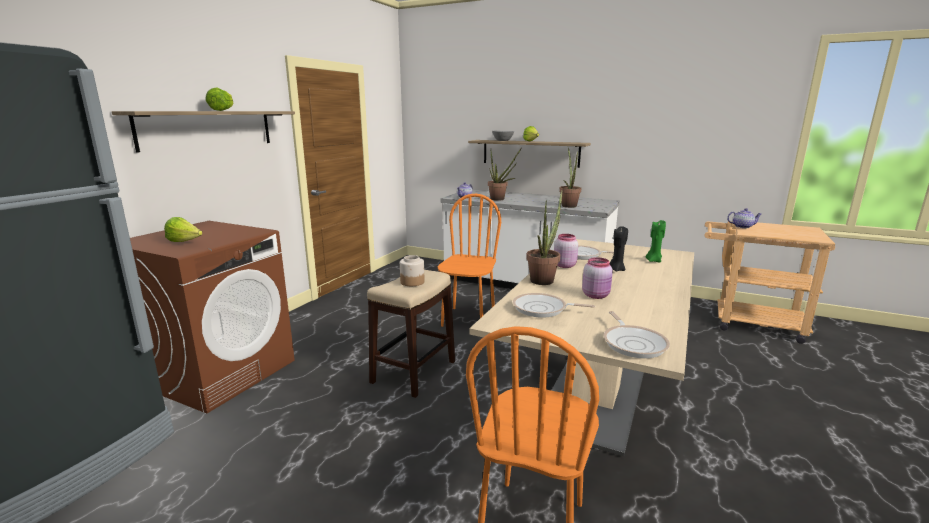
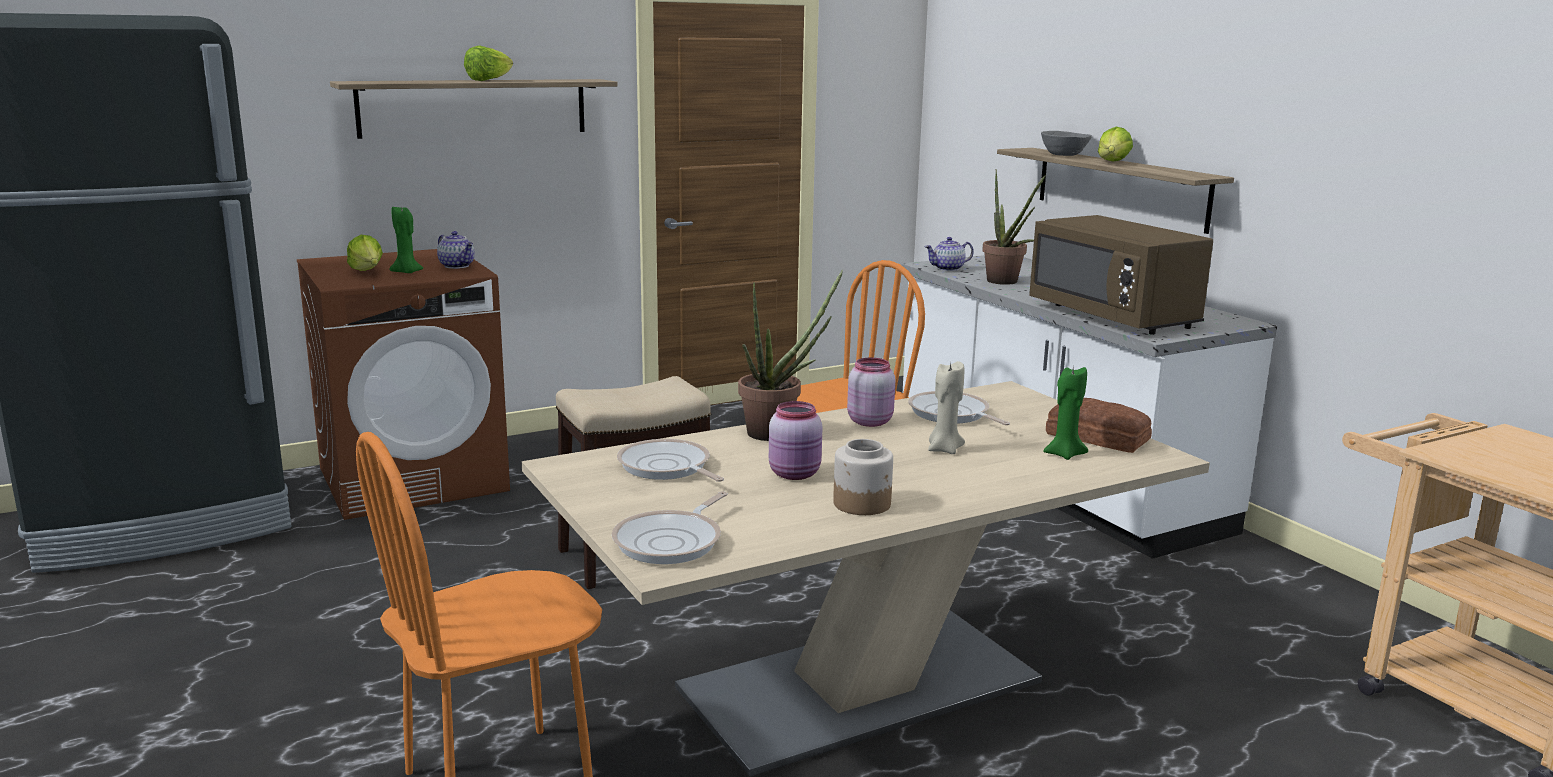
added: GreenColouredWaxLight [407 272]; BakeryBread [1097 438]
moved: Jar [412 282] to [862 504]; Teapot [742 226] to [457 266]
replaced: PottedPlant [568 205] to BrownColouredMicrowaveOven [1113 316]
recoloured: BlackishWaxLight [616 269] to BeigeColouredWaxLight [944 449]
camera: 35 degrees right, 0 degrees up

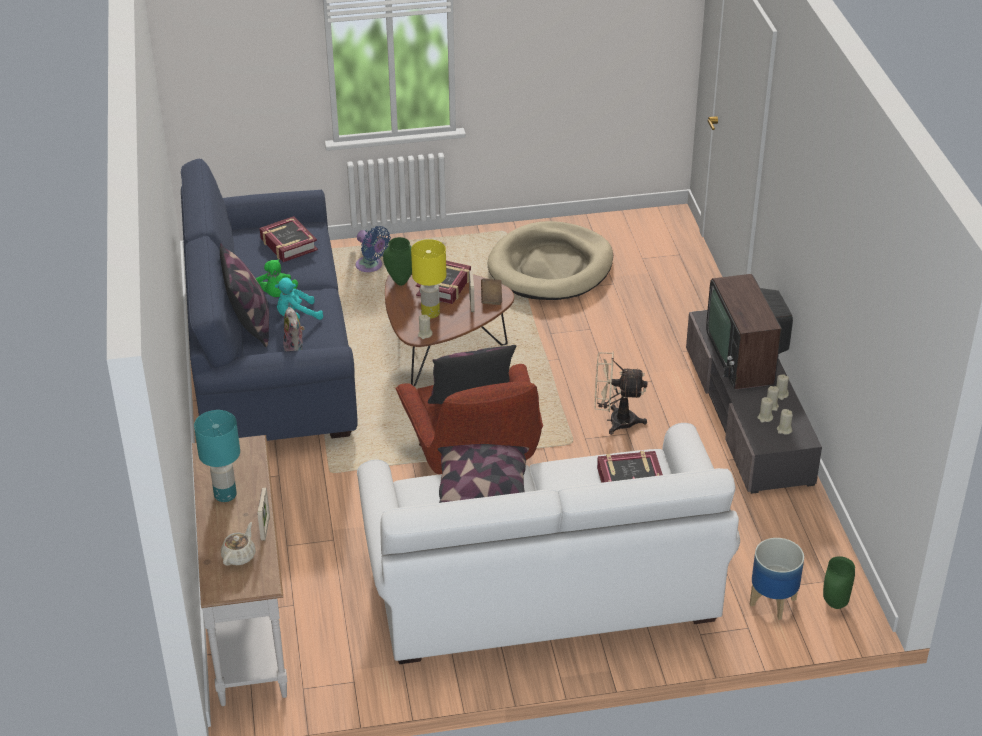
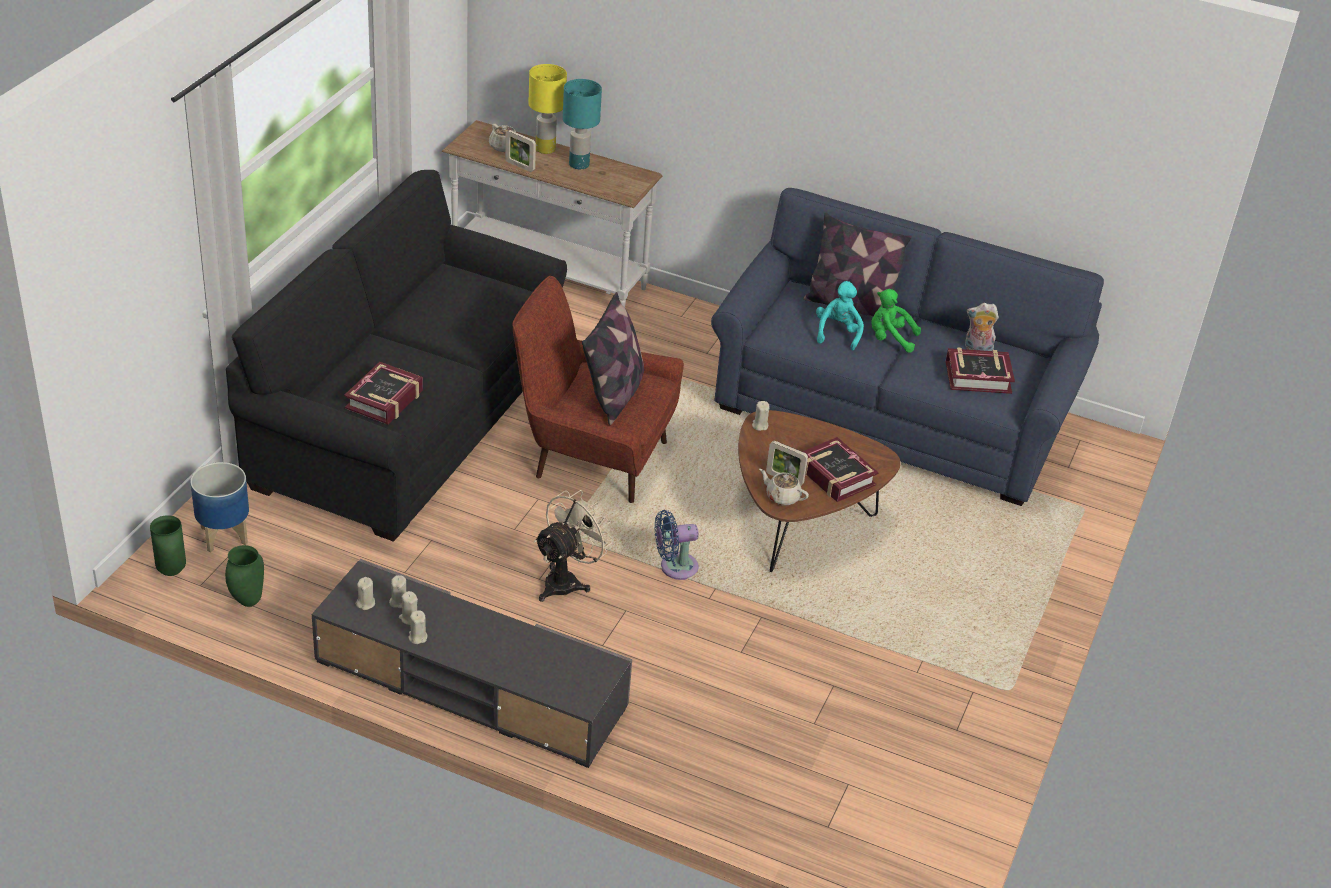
removed: Cushion [483 492]; BeigeColouredDogBed [551 267]; Tv [745 355]
moved: PlushToy [295 349] to [977 349]; BlueColouredCoolingFan [371 266] to [674 567]; GreenColouredDecorativeVase [401 281] to [248 602]; YellowColouredTabletopLamp [431 313] to [545 149]
replaced: BrownColouredBoundBook [491 298] to BeigeColouredTeapot [782 497]
recoloured: WhiteColouredSofa [542 586] to BlackishSofa [408 422]
camera: 120 degrees right, 0 degrees up

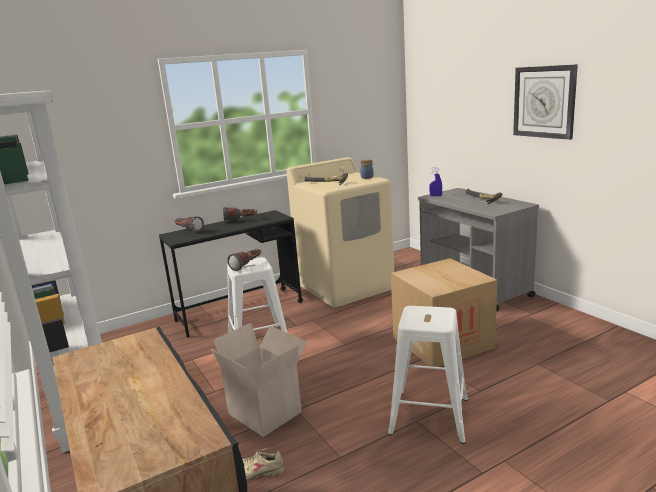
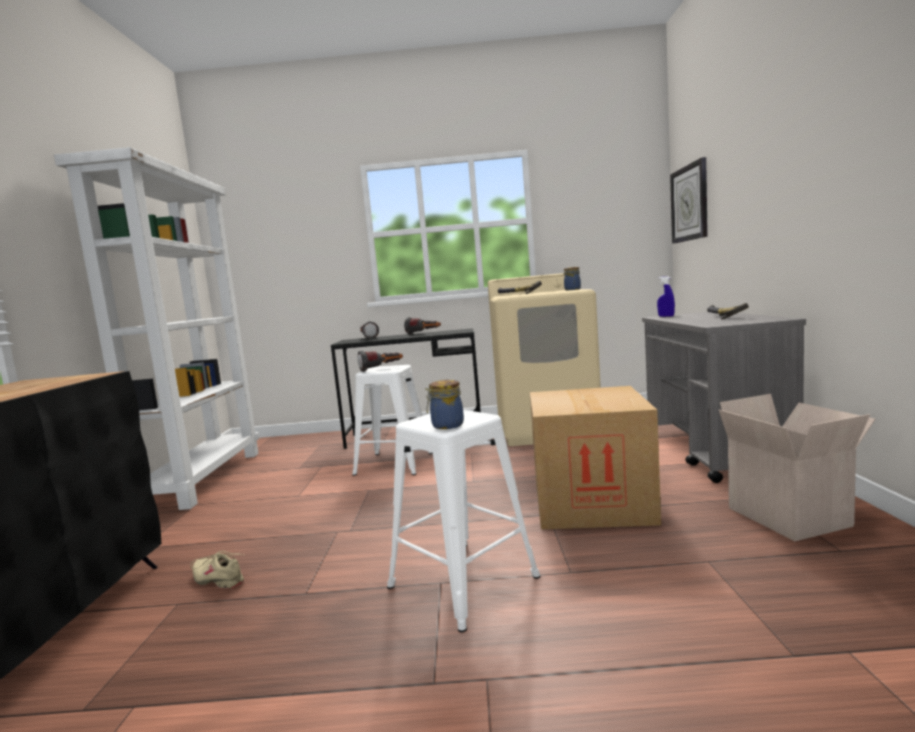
added: Jar [446 425]
moved: Carton [267 412] to [791 516]; WallClock [544 102] to [690 203]
camera: 30 degrees right, 10 degrees down

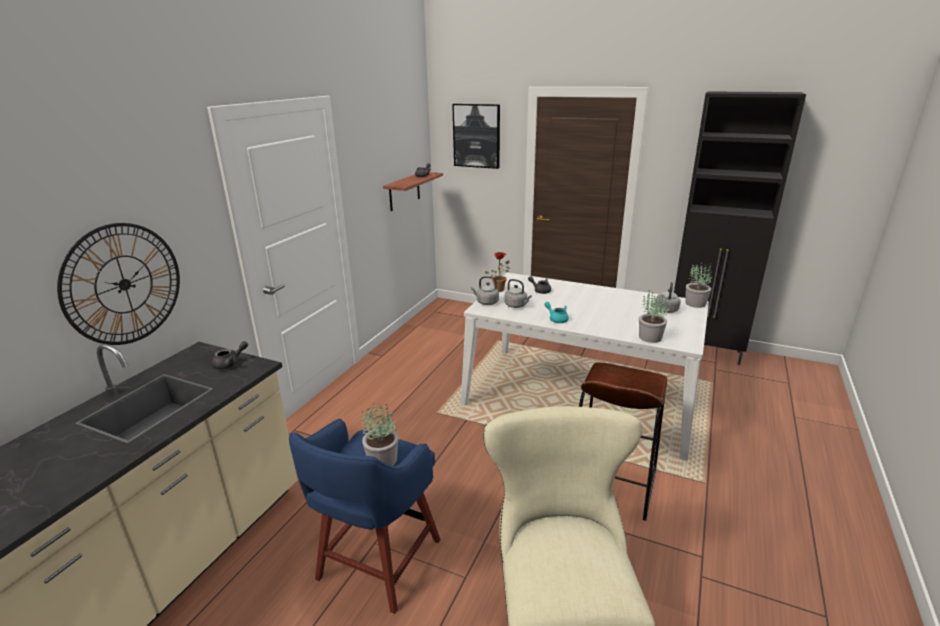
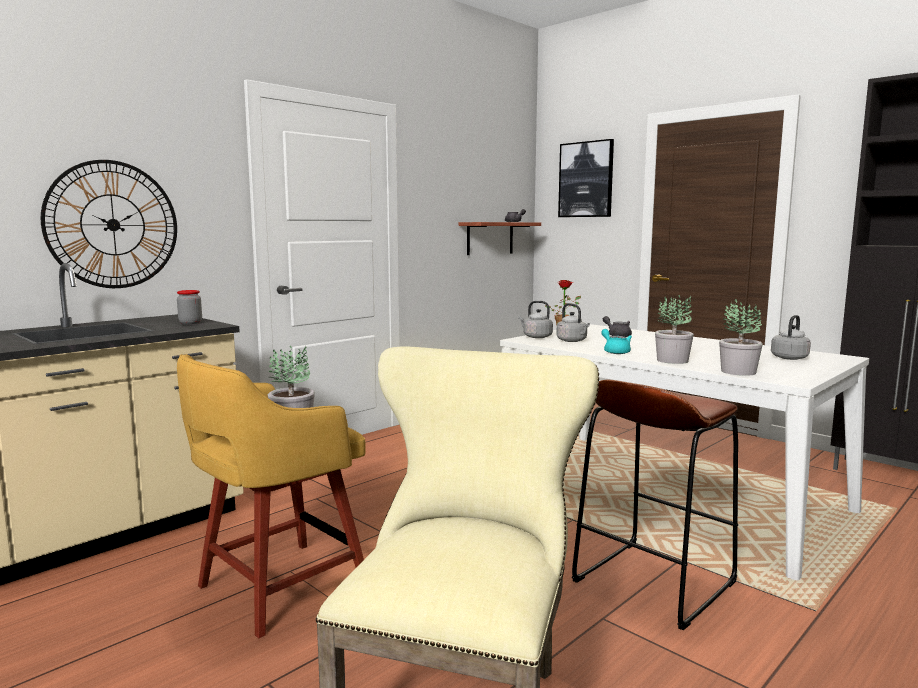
moved: PottedPlant [695 303] to [673 360]
replaced: GrayTeapot [230 364] to Jar [190 323]
recoloured: BlueColouredStoolSeat [377 562] to YellowColouredStoolSeat [278 588]
camera: 20 degrees right, 15 degrees down

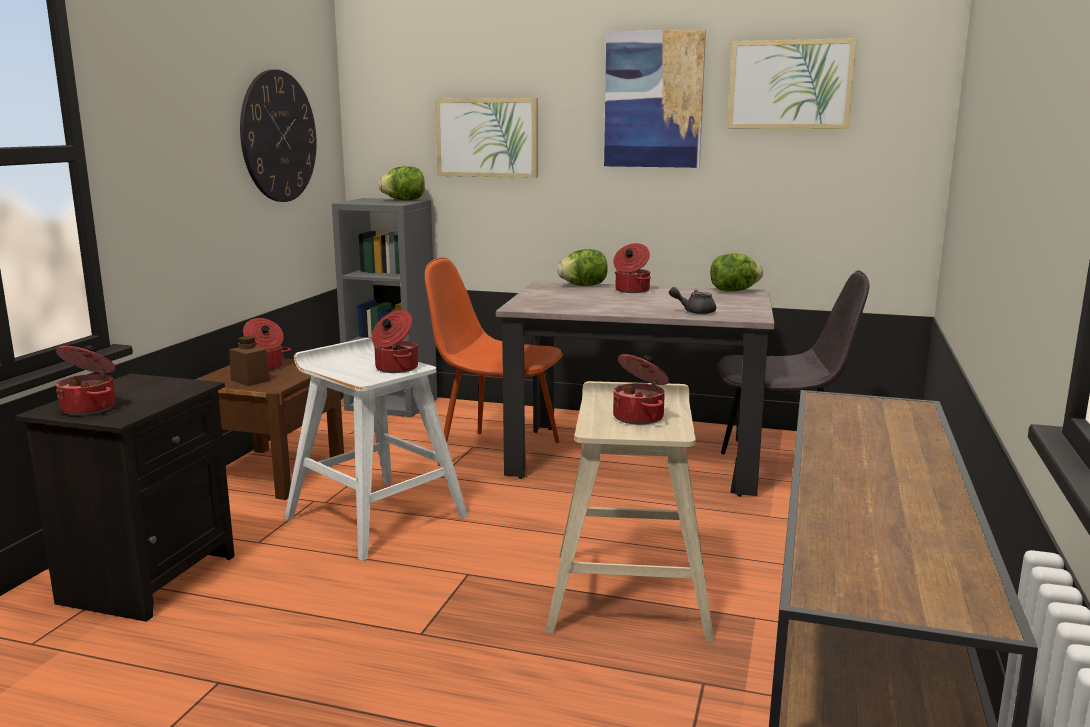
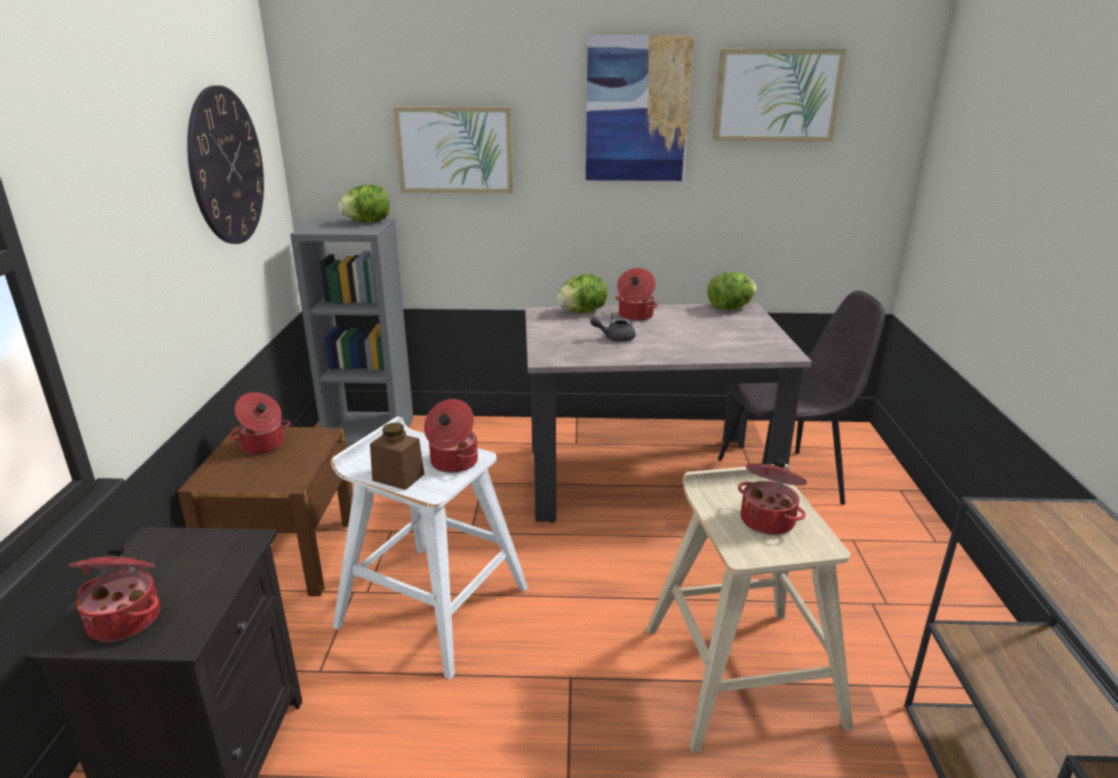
removed: OrangeyPlainChair [496 453]
moved: BrownColouredJar [250 380] to [398 477]; GrayTeapot [694 311] to [614 338]
camera: 15 degrees left, 10 degrees up

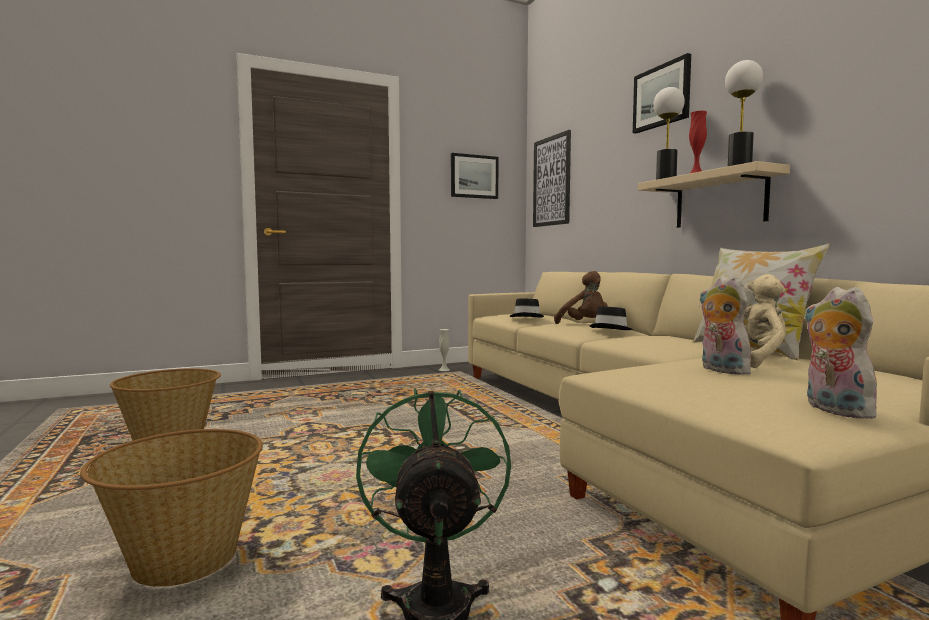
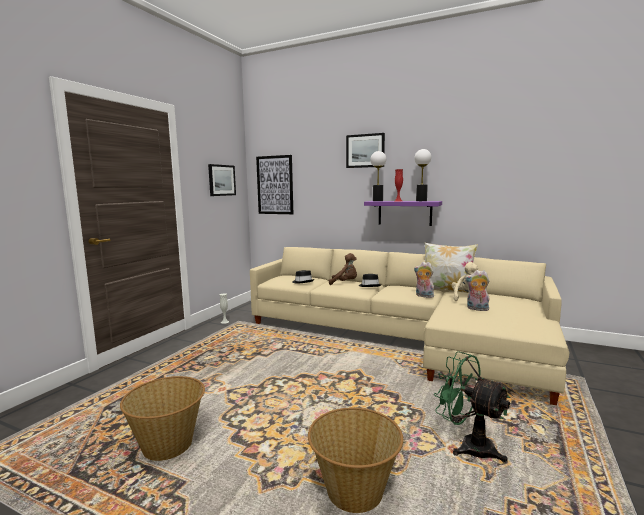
moved: PlushToy [833 410] to [423 296]
recoloured: BeigeColouredShelf [720 200] to PurpleColouredShelf [404 213]
camera: 40 degrees left, 5 degrees up

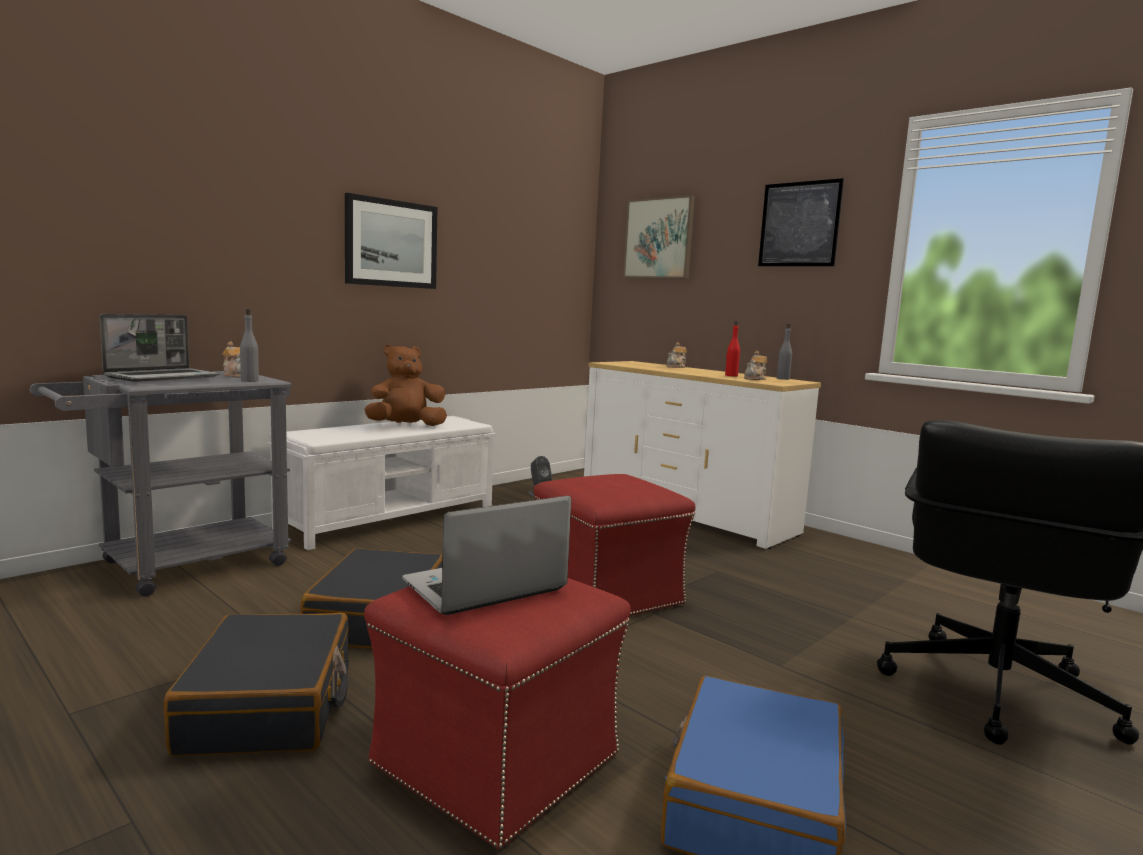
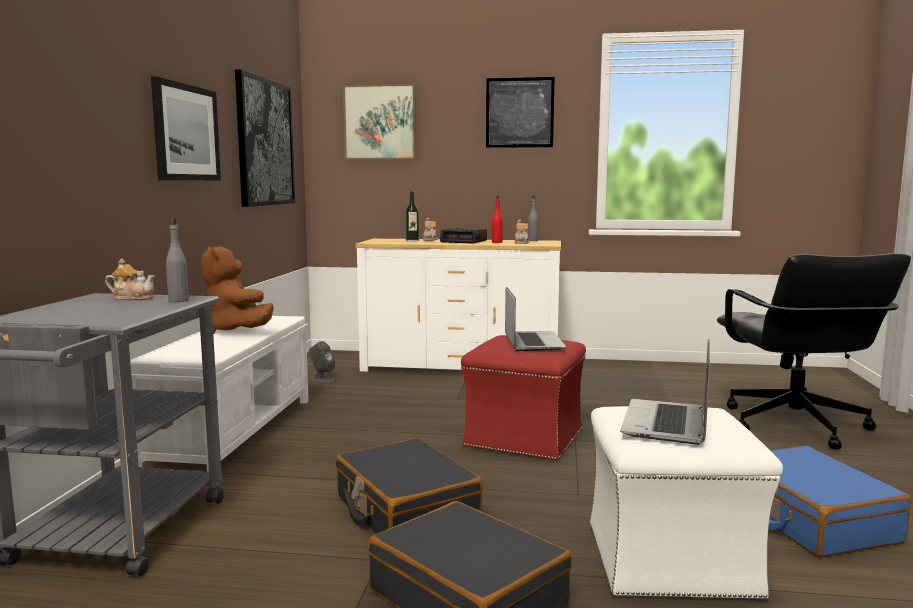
added: WallPicture [265 142]; BeverageBottle [412 240]; BedsideClock [464 241]
moved: PortableComputer [163 377] to [532 342]
recoloured: RedColouredOttoman [494 761] to WhiteColouredOttoman [670 560]
turned: BrownColouredPlushToy [406 426] = [237 331] 60 degrees counterclockwise
camera: 35 degrees left, 0 degrees up

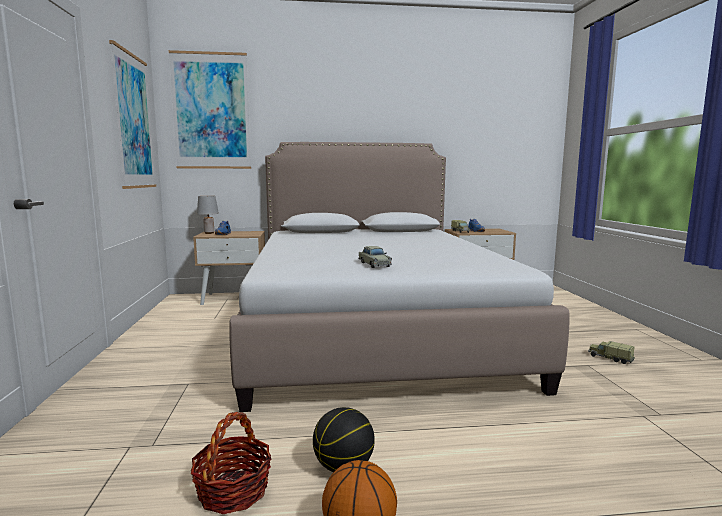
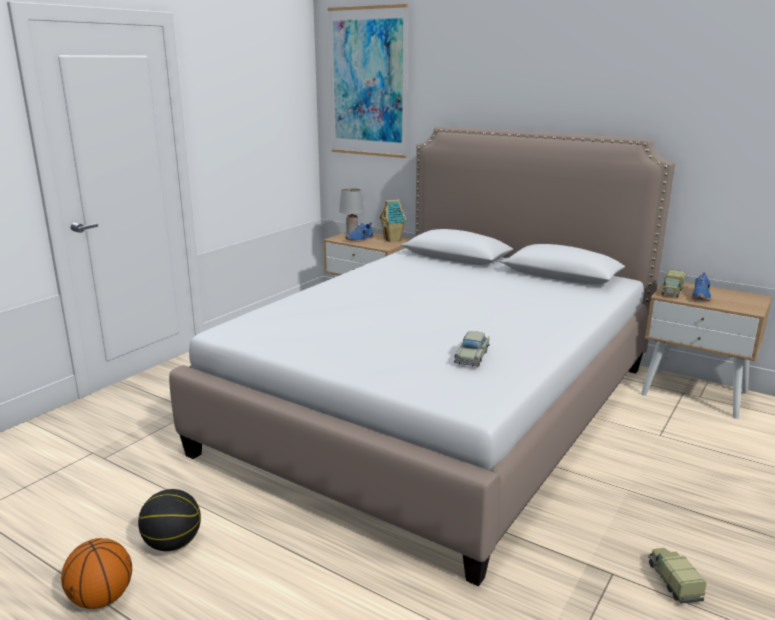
removed: WallPicture [133 122]; HouseholdBasket [233 491]
added: ModelHouse [393 239]
moved: BeigeColouredMiniatureCar [374 264] to [472 357]
camera: 40 degrees right, 10 degrees up

